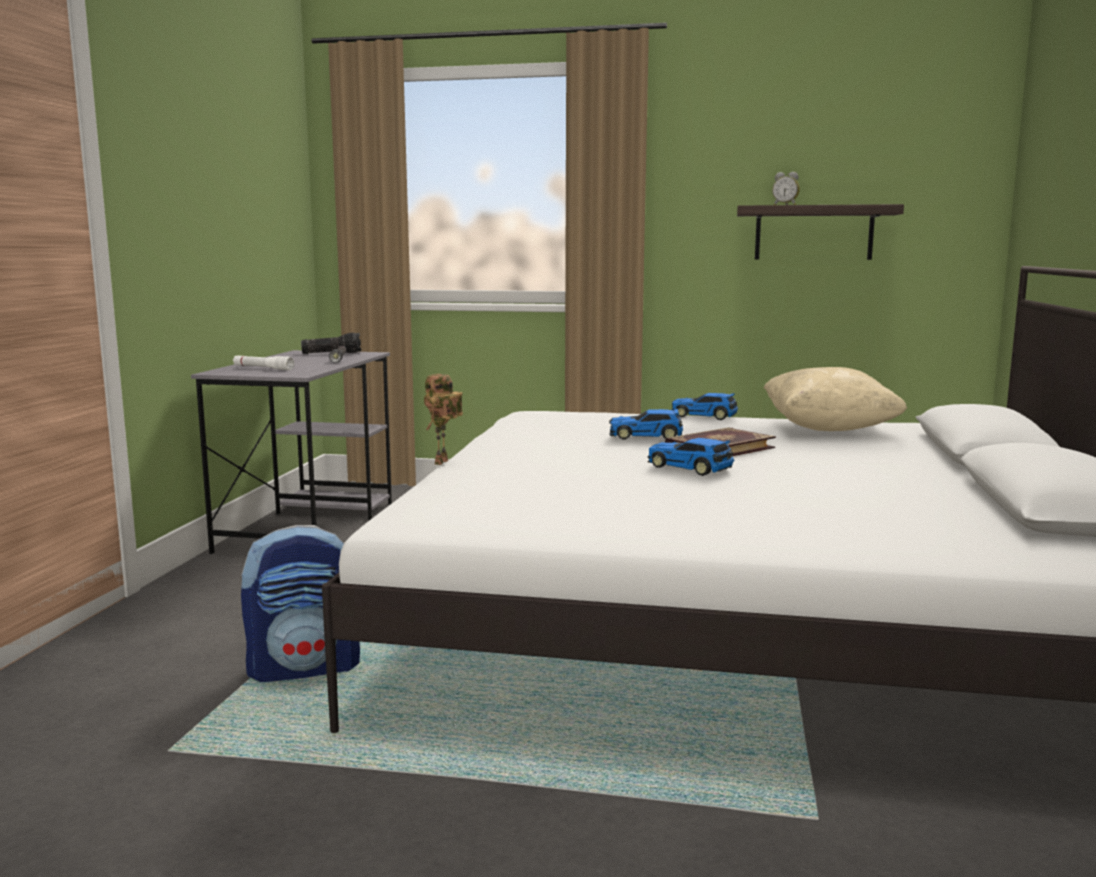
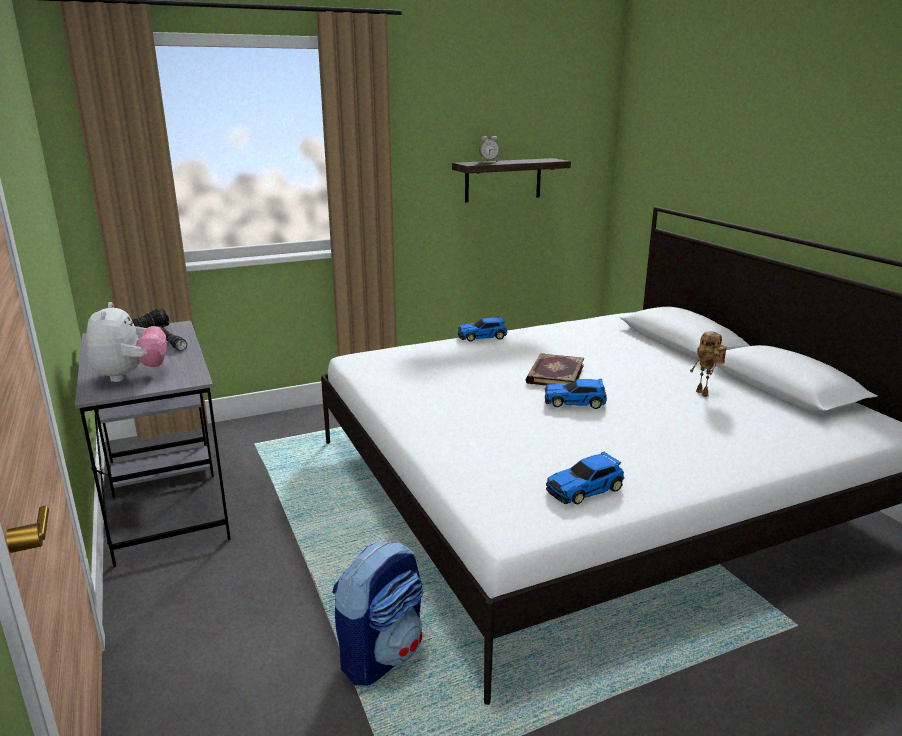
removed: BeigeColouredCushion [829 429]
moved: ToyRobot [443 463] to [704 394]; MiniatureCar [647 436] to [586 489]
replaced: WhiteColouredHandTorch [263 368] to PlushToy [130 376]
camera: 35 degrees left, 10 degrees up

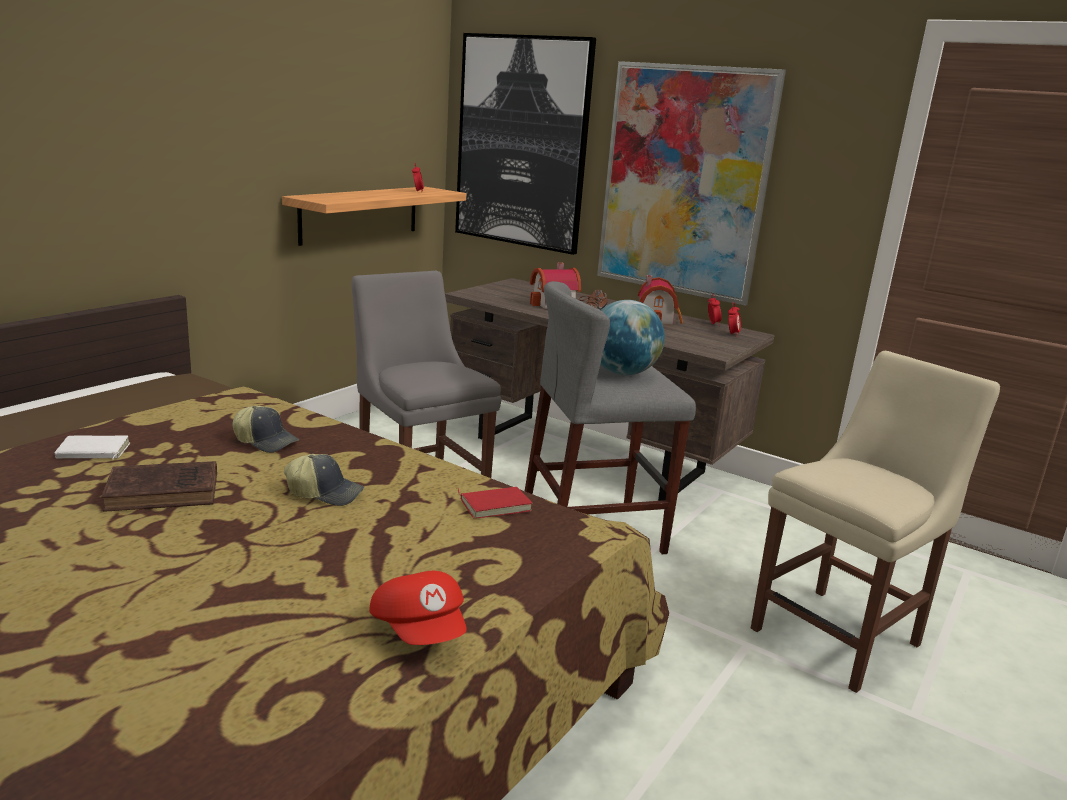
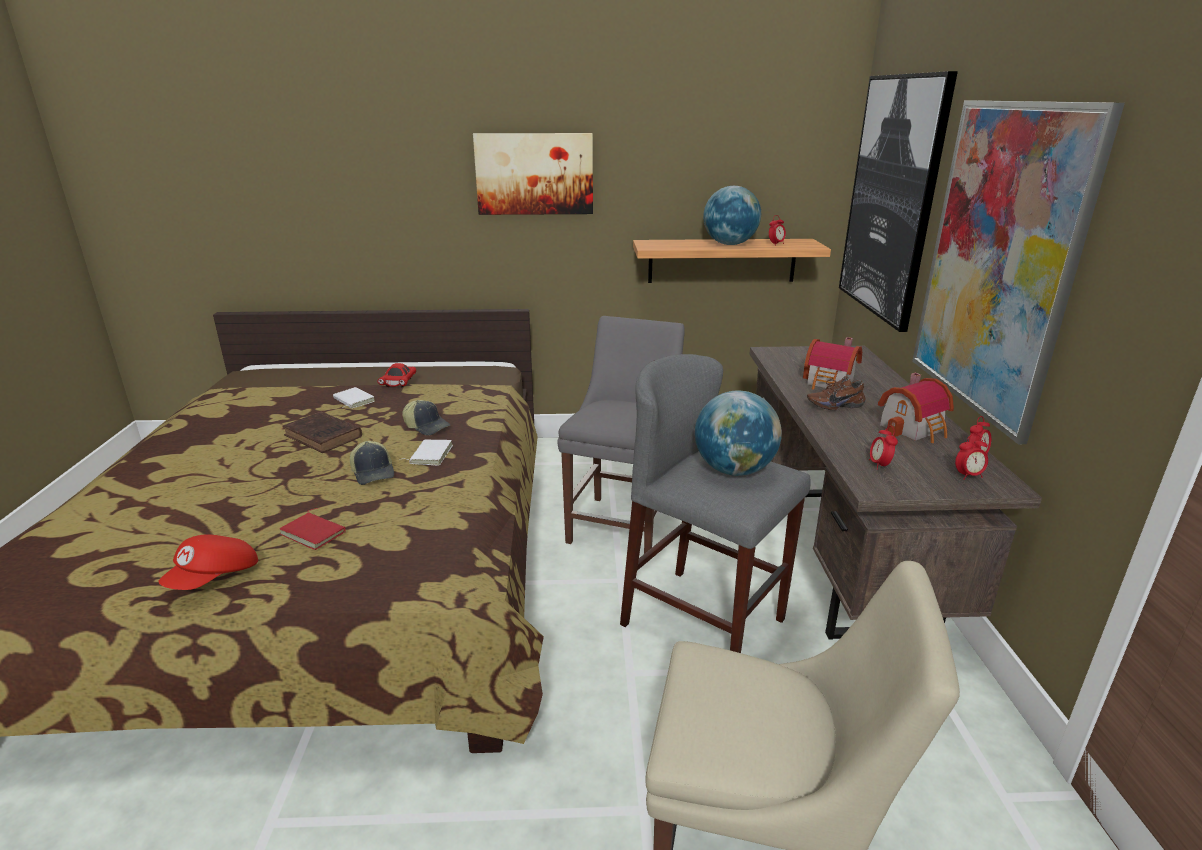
added: RedColouredMiniatureCar [399 383]; WhiteColouredBoundBook [430 454]; WallPicture [534 174]; Globe [730 244]; BedsideClock [879 465]
moved: RedColouredBoundBook [495 505] to [315 532]
turned: BaseballCap [266 441] = [427 426] 45 degrees counterclockwise
camera: 55 degrees right, 5 degrees up

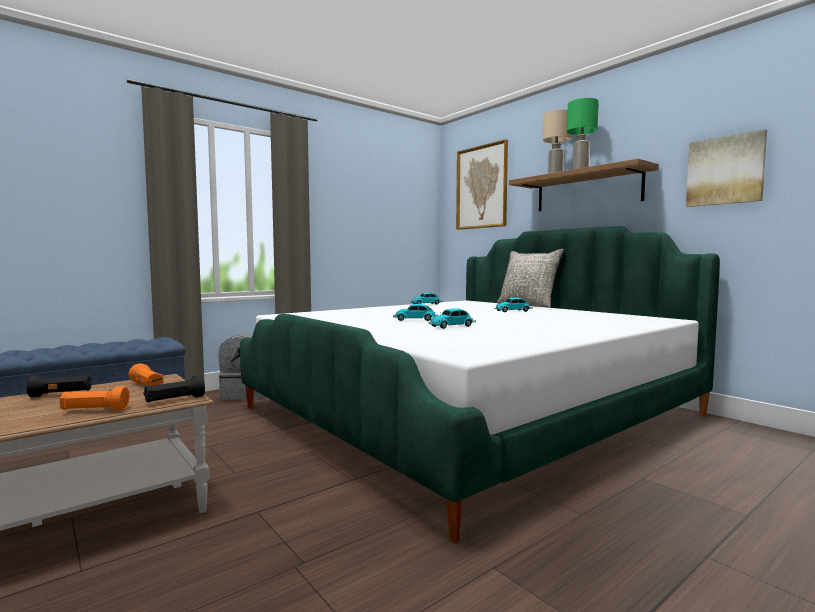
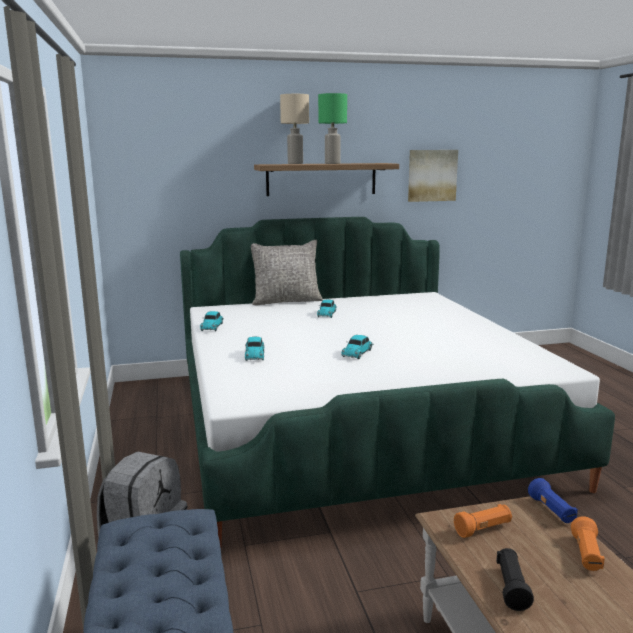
removed: WallPicture [481 187]
moved: MiniatureCar [453 326] to [254 354]
recoloured: BlackishHandTorch [174 400] to BlueColouredHandTorch [551 511]
camera: 65 degrees left, 10 degrees up

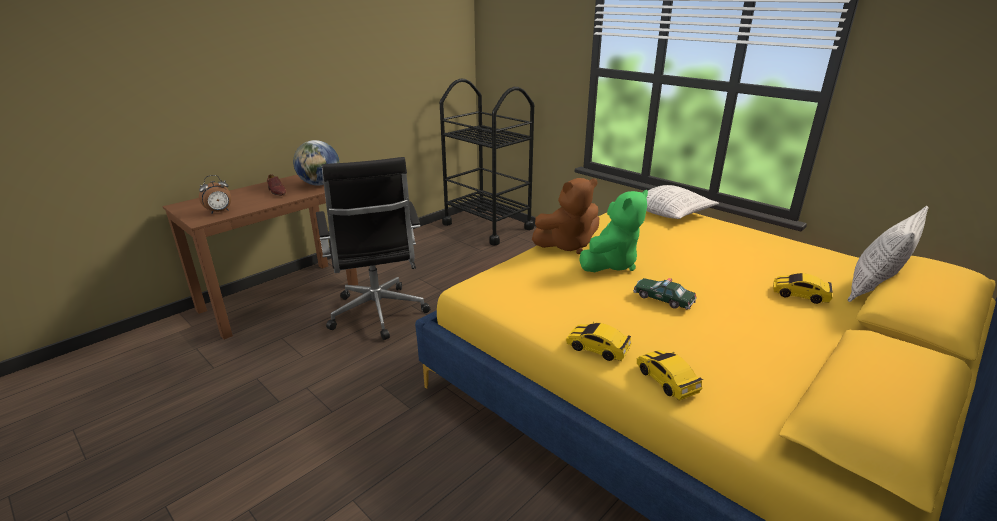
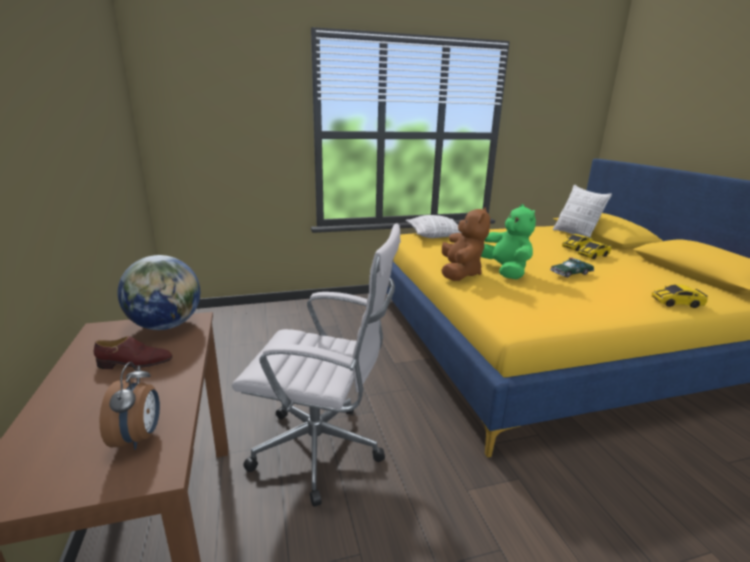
removed: BlackishTrolley [487 226]
moved: MiniatureCar [597 349] to [593 255]
recoloured: BlackishComputerChair [378 315] to WhiteColouredComputerChair [323 451]
camera: 60 degrees left, 5 degrees down

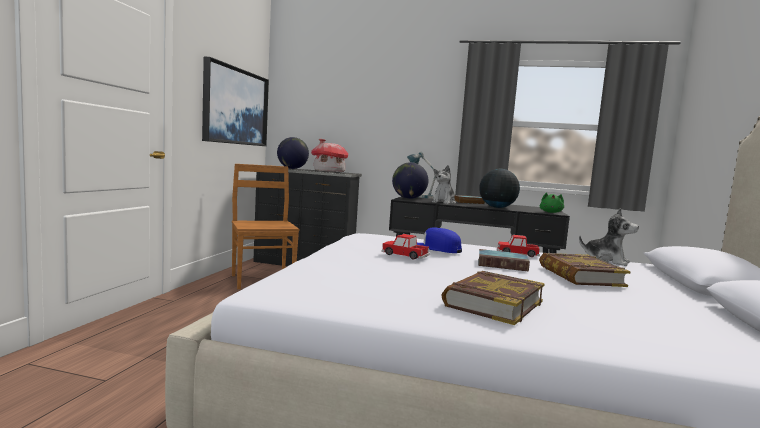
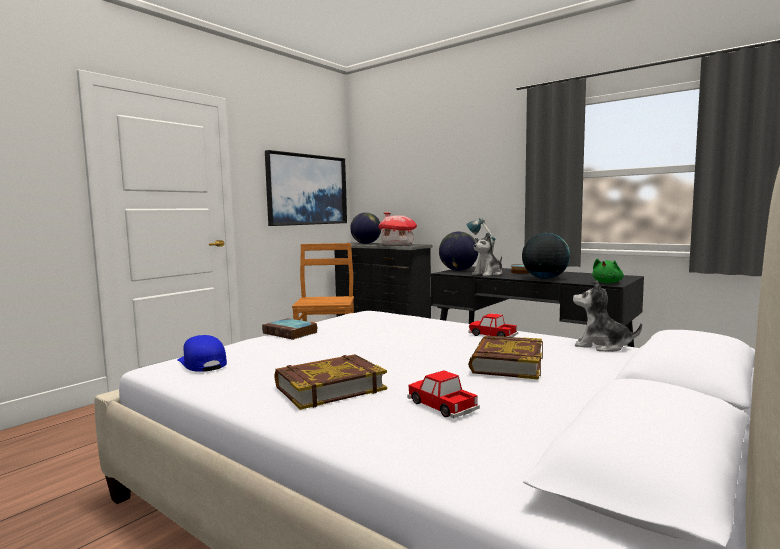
moved: MiniatureCar [404 255] to [441 405]; BlueColouredBaseballCap [435 249] to [202 363]; BoundBook [503 264] to [291 333]
turned: PlushToy [606 261] = [602 346] 150 degrees clockwise
camera: 25 degrees right, 0 degrees up

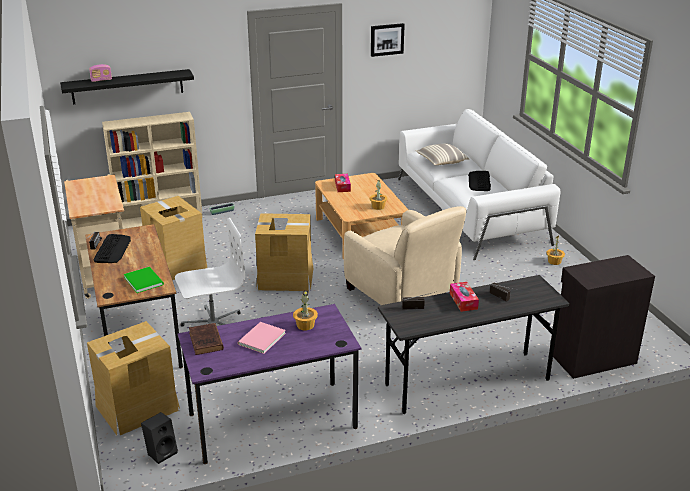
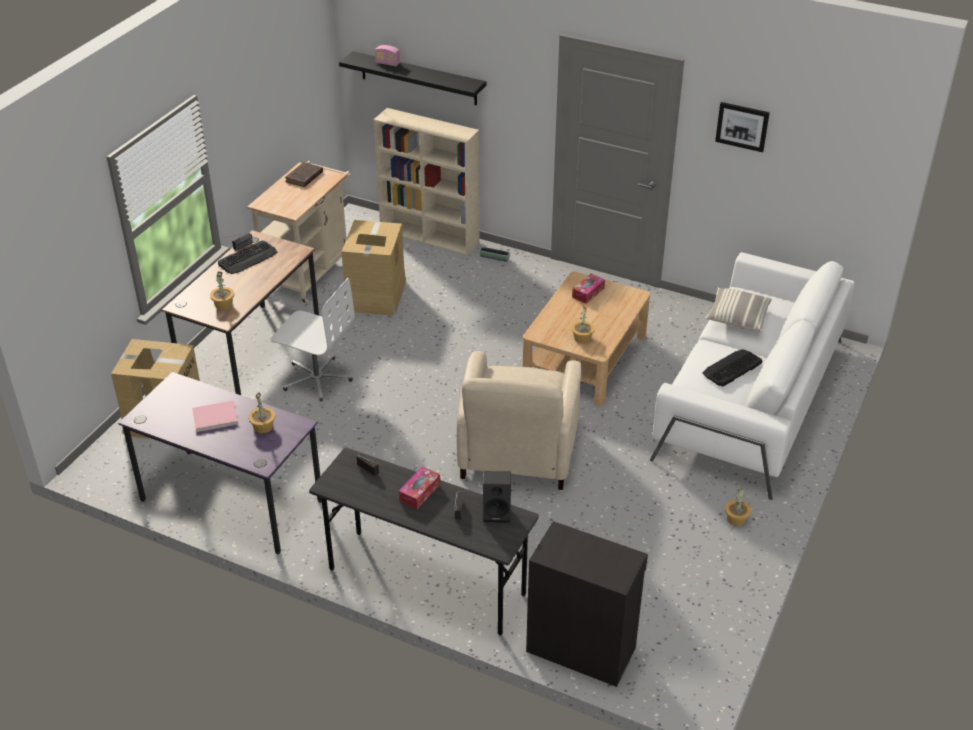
removed: Carton [285 278]
moved: BlackishAudioSpeaker [162 452] to [497 512]; BrownColouredBoundBook [206 342] to [303 177]
replaced: GreenColouredBoundBook [144 280] to PottedPlant [224 304]
camera: 45 degrees right, 10 degrees up

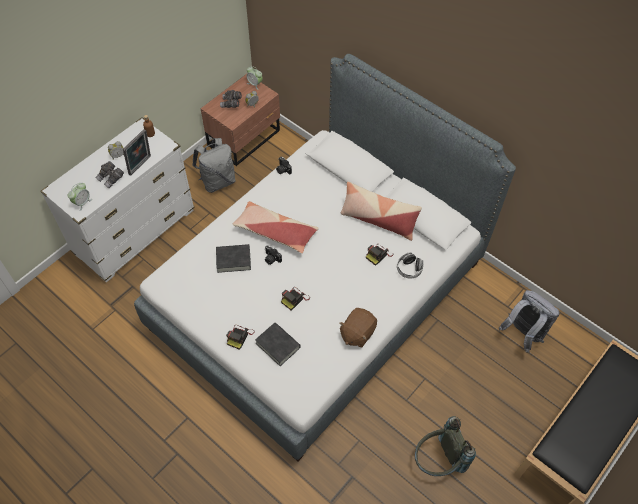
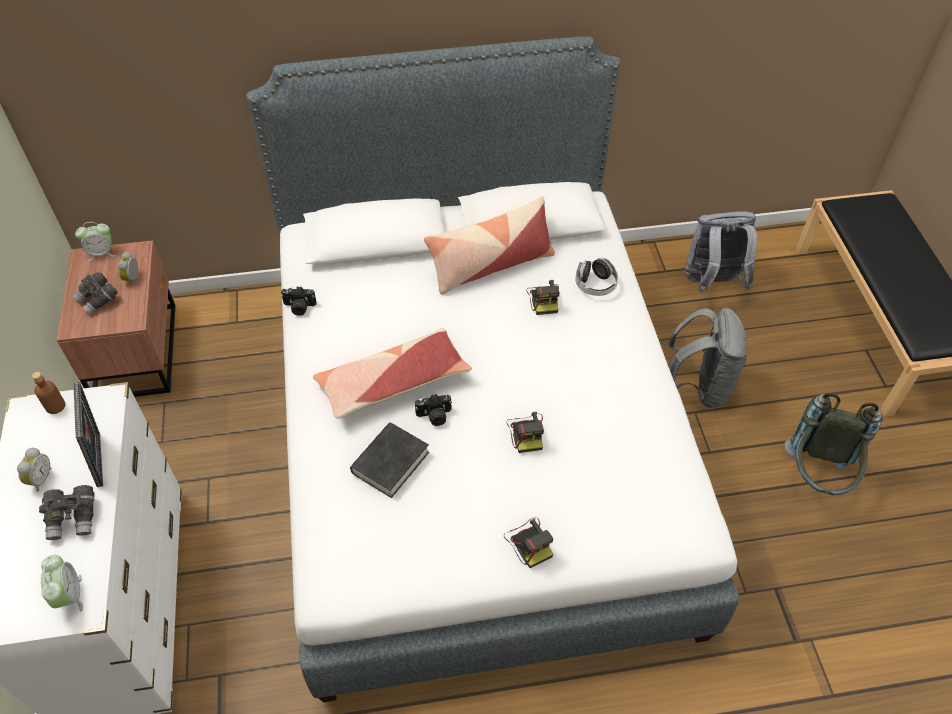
removed: BlackishBoundBook [278 345]; BrownColouredPlushToy [357 333]
moved: GrayRucksack [217 181] to [699 386]
camera: 50 degrees left, 5 degrees down

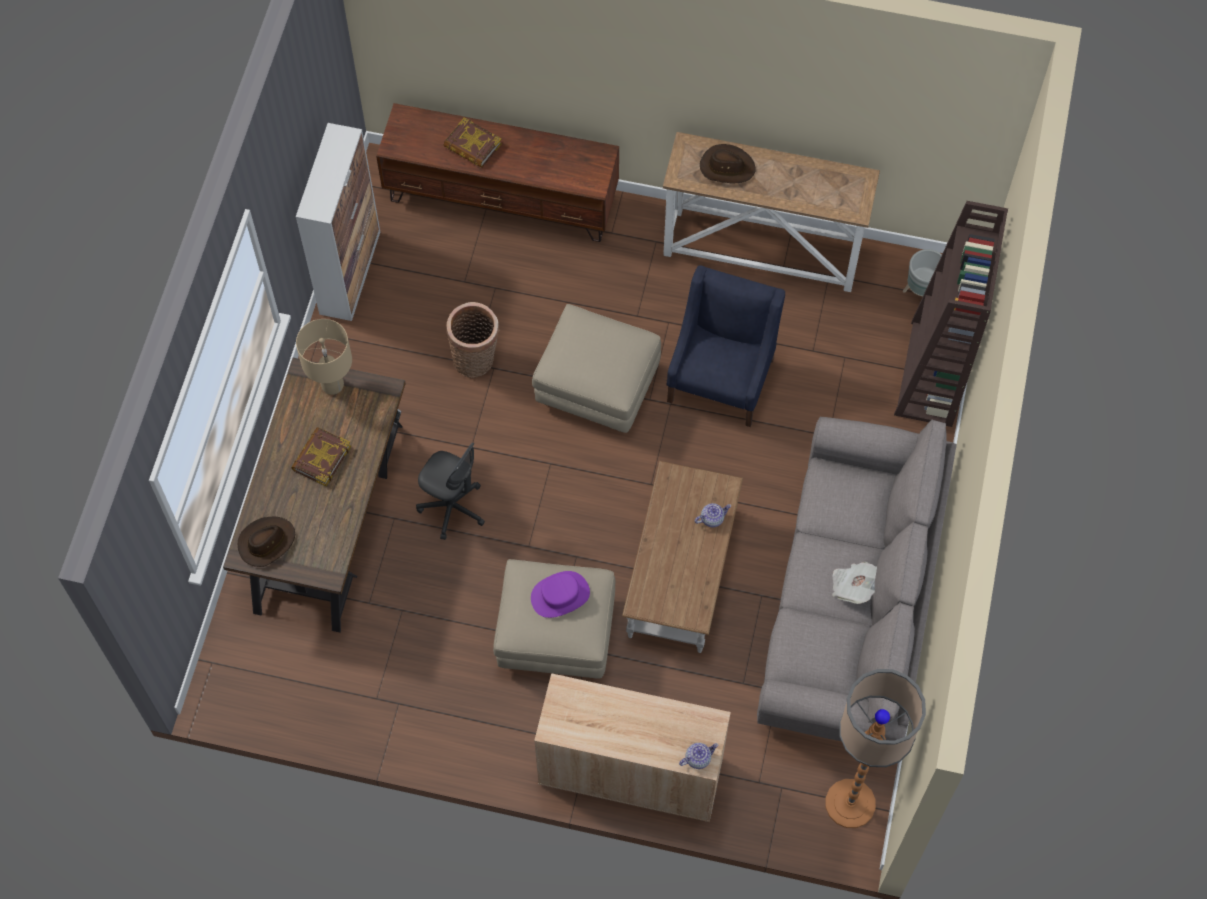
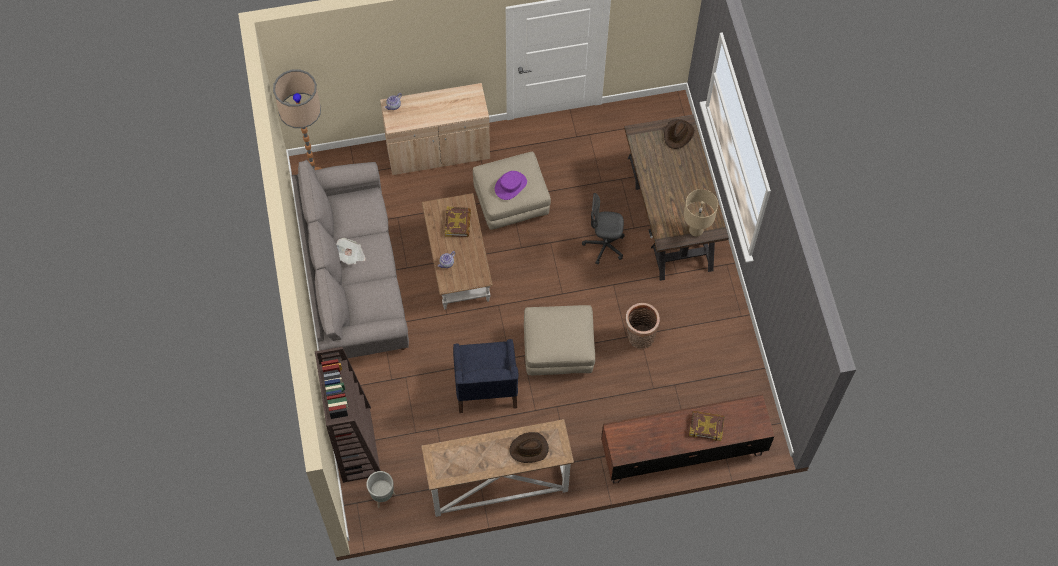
removed: Cupboard [350 272]
moved: BoundBook [321 458] to [458 223]
camera: 155 degrees right, 0 degrees up

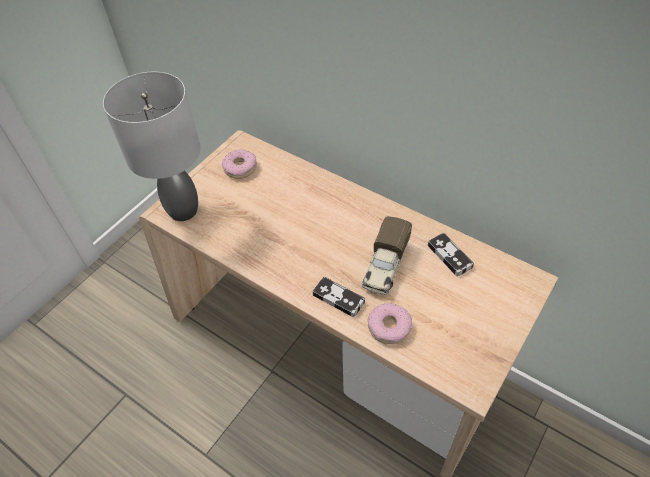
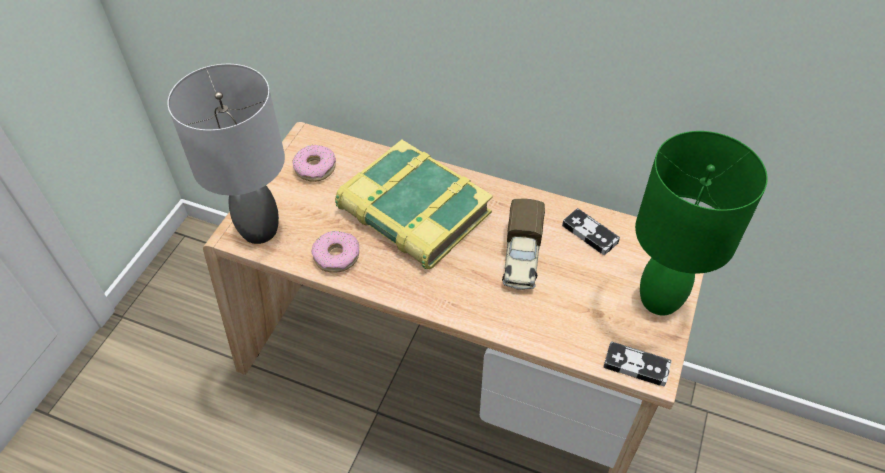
added: BoundBook [413 213]; GreenColouredTabletopLamp [658 298]
moved: GameController [338 298] to [636 366]; RingDoughnut [389 327] to [336 256]
camera: 15 degrees left, 0 degrees up

